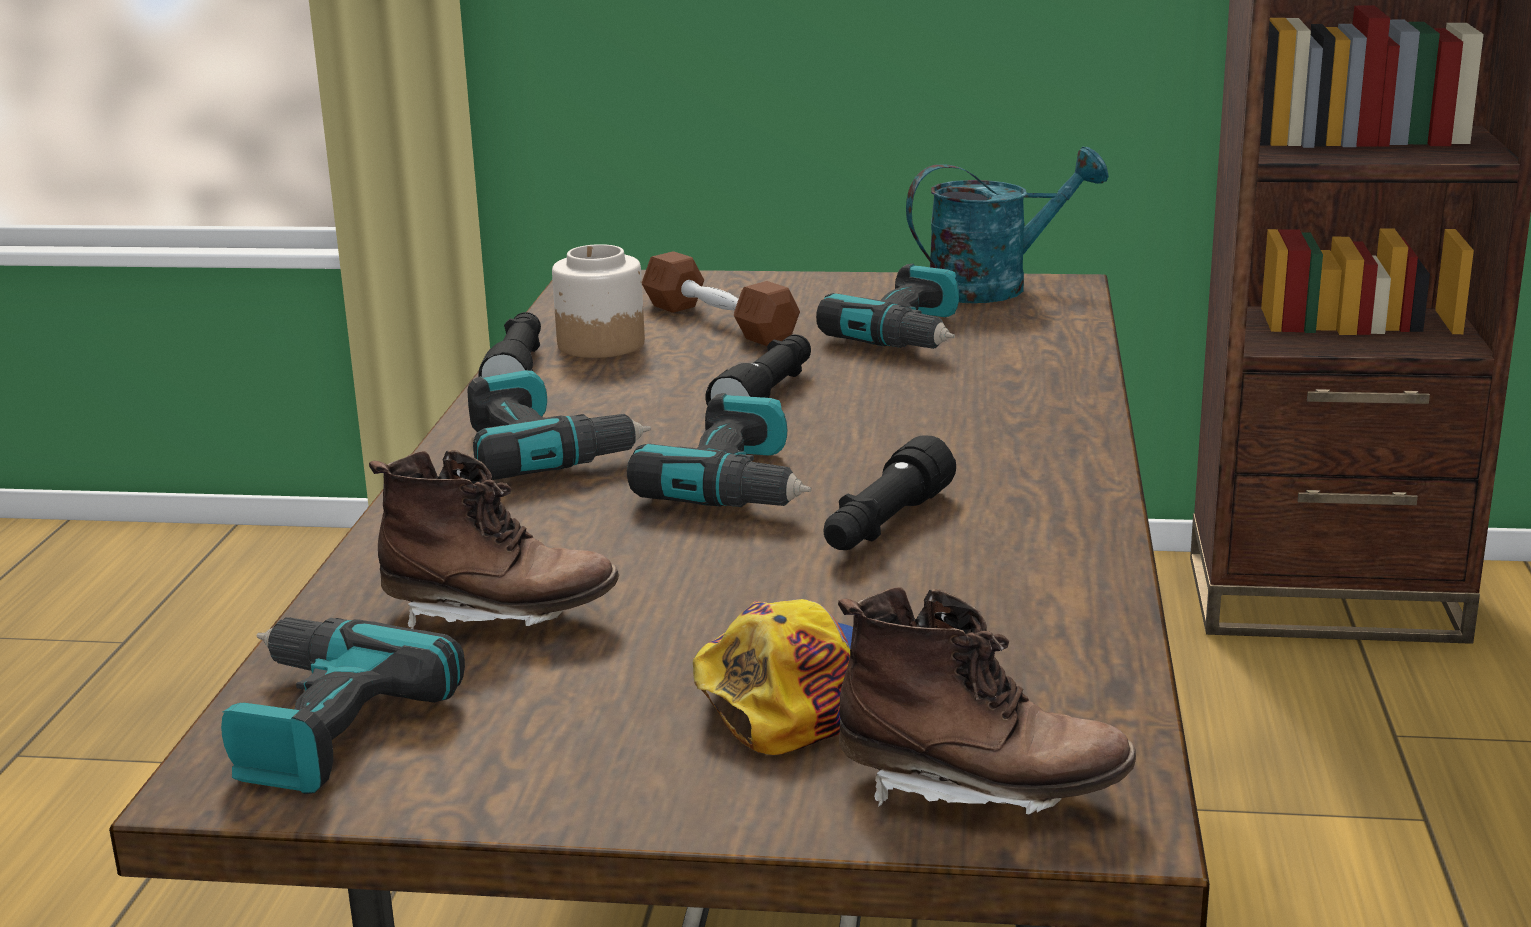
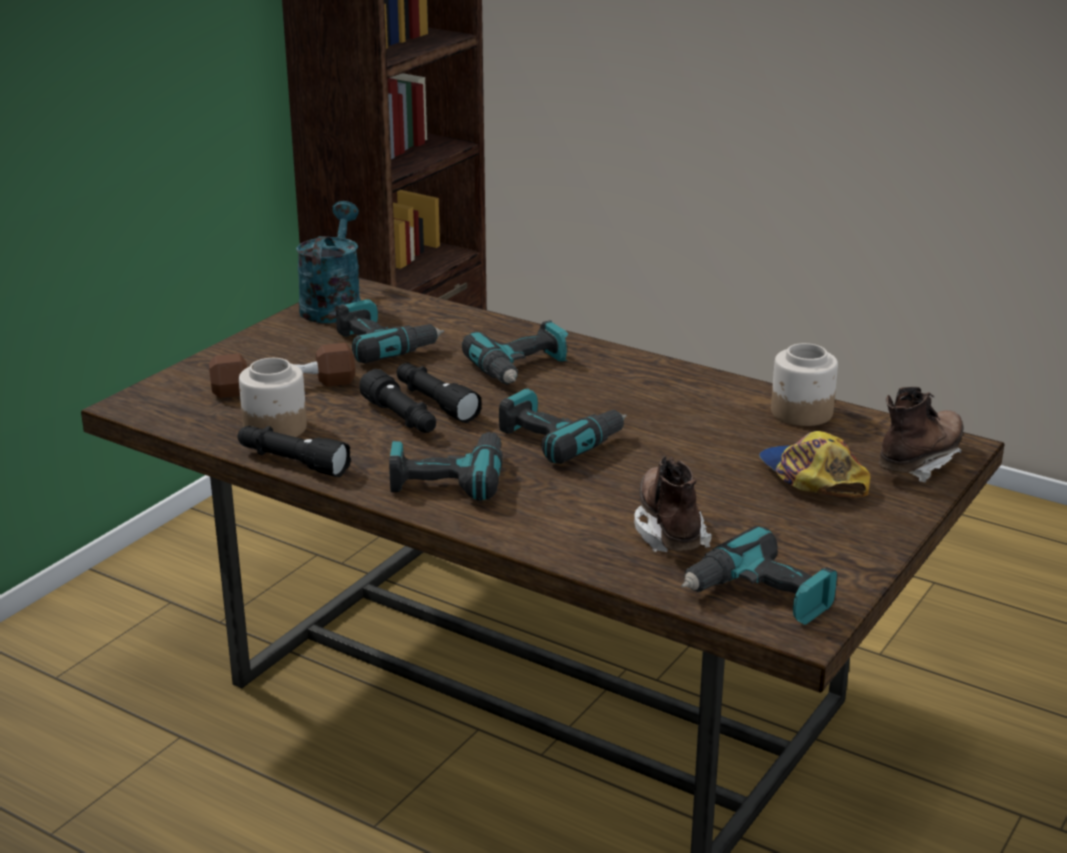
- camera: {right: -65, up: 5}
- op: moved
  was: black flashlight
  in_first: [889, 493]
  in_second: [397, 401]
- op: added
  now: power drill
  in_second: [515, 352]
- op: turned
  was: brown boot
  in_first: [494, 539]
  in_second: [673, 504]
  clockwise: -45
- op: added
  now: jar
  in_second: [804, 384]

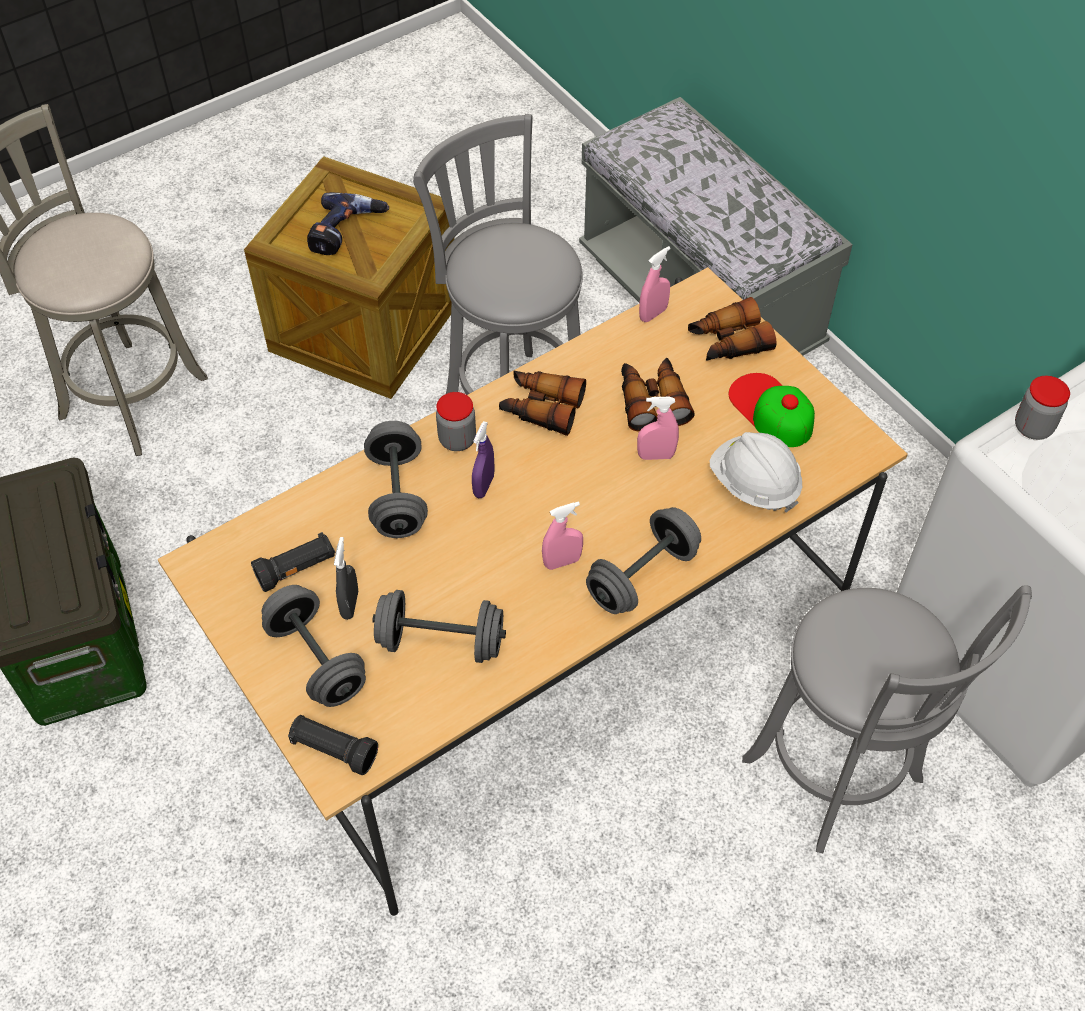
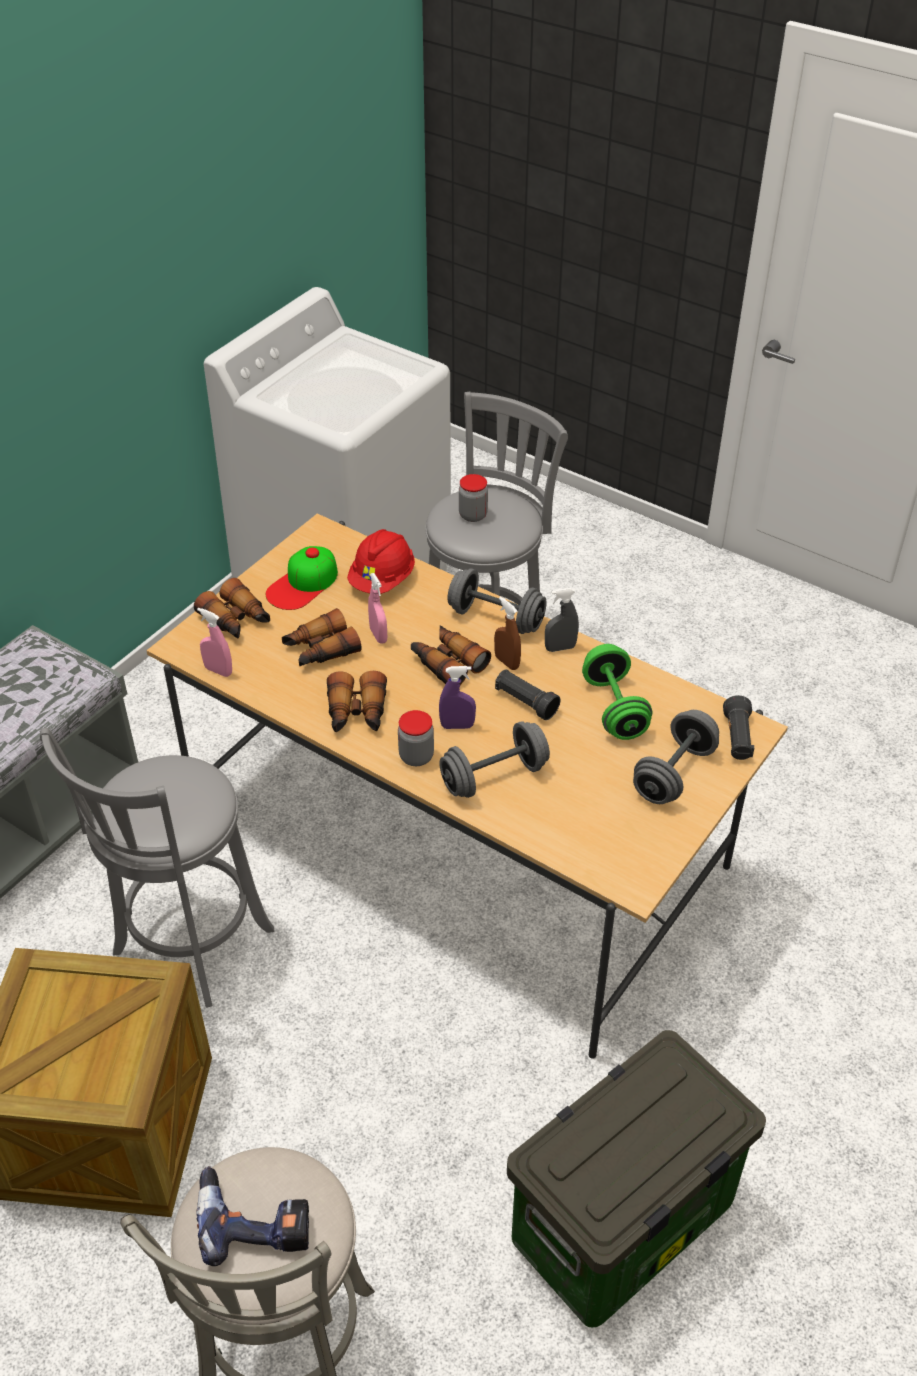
- camera: {right: -110, up: -10}
- op: moved
  was: power drill
  in_first: [348, 223]
  in_second: [252, 1216]
- op: recoloured
  was: white hard hat
  now: red hard hat
  in_first: [756, 472]
  in_second: [381, 561]
- op: added
  now: binoculars
  in_second: [451, 655]
- op: moved
  was: jar
  in_first: [1042, 408]
  in_second: [473, 498]
- op: recoloured
  was: pink spray bottle
  now: brown spray bottle
  in_first: [562, 535]
  in_second: [507, 633]
- op: moved
  was: black flashlight
  in_first: [293, 562]
  in_second: [527, 694]
- op: moved
  was: grey spray bottle
  in_first: [346, 578]
  in_second: [562, 620]
- op: recoloured
  was: grey dumbbell
  now: green dumbbell
  in_first: [439, 626]
  in_second: [617, 692]

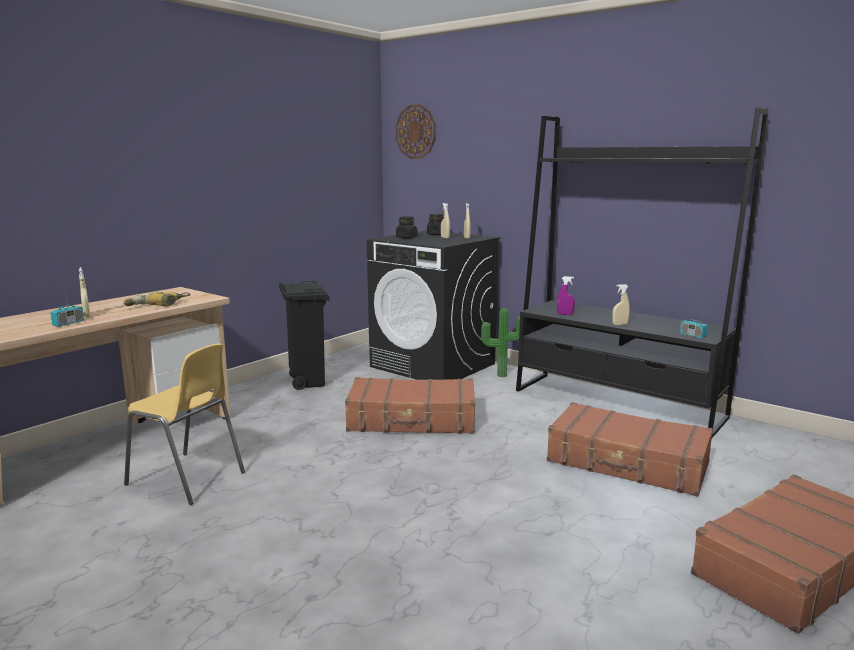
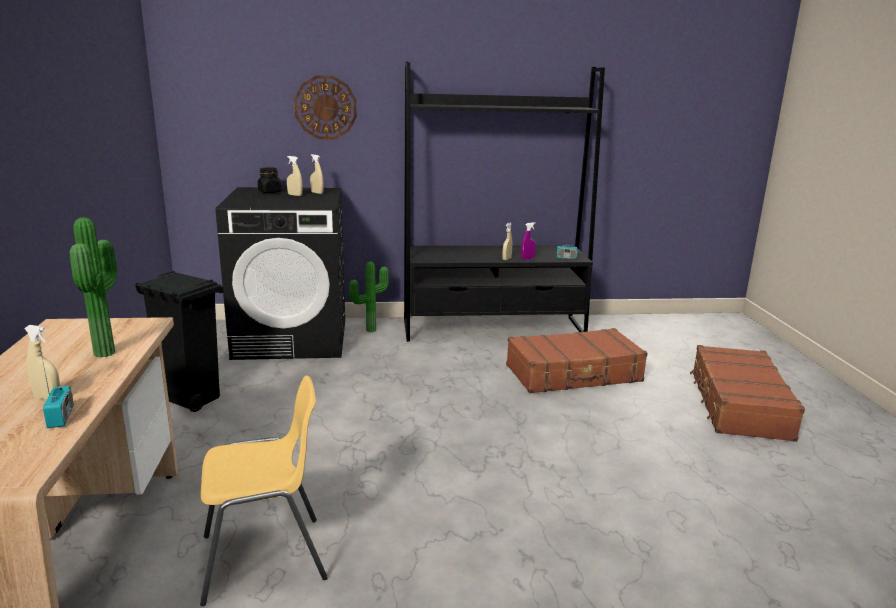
- camera: {right: -45, up: 5}
- op: replaced
  was: power drill
  now: potted plant
  in_first: [156, 299]
  in_second: [93, 287]
- op: moved
  was: wall clock
  in_first: [415, 131]
  in_second: [325, 107]
- op: moved
  was: purple spray bottle
  in_first: [566, 295]
  in_second: [528, 241]
- op: removed
  was: brown suitcase
  in_first: [410, 405]
- op: removed
  was: black jar
  in_first: [407, 227]

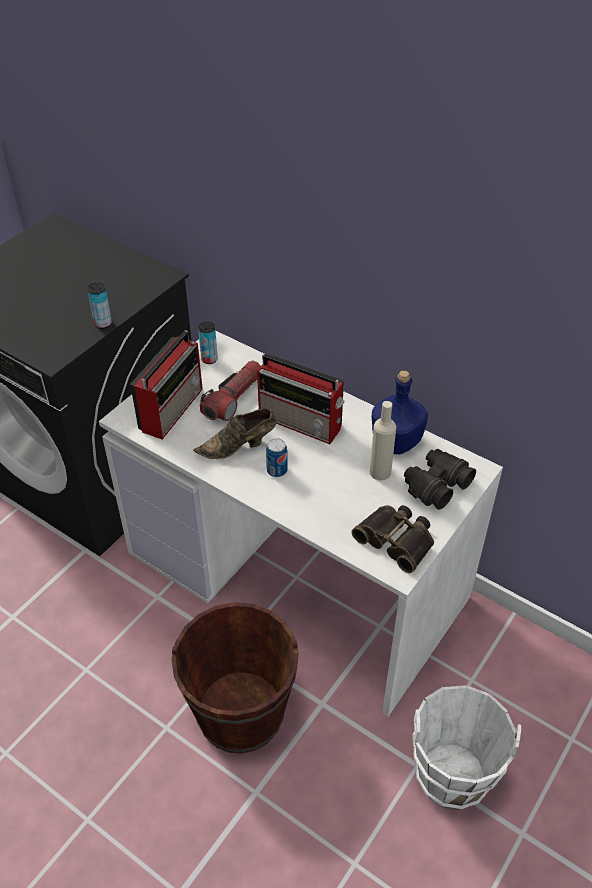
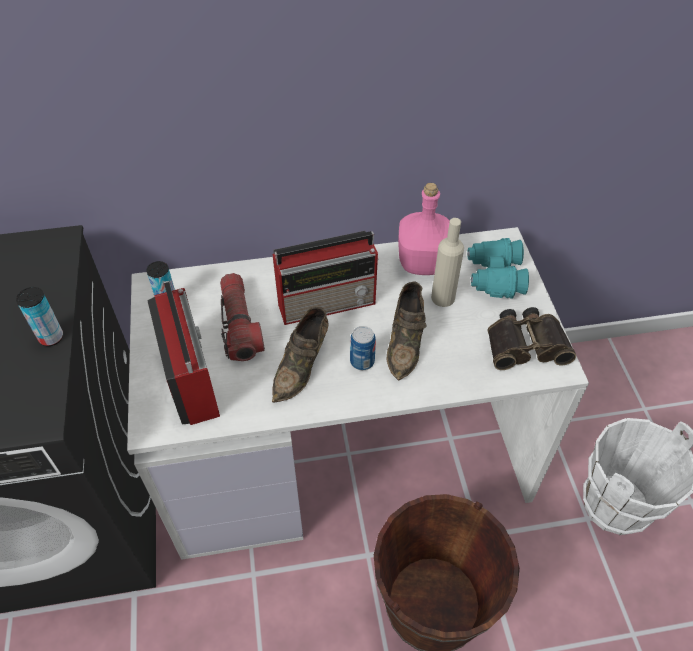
- camera: {right: -45, up: 5}
- op: added
  now: brown shoe
  in_second: [406, 331]
- op: recoloured
  was: blue bottle
  now: pink bottle
  in_first: [400, 412]
  in_second: [424, 229]
- op: recoloured
  was: black binoculars
  now: turquoise binoculars
  in_first: [440, 479]
  in_second: [498, 268]

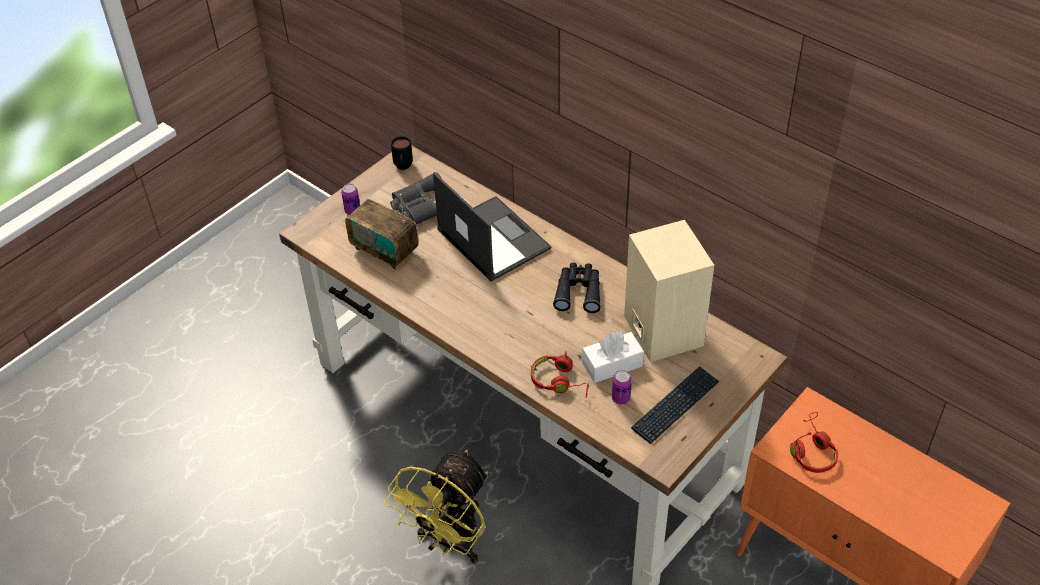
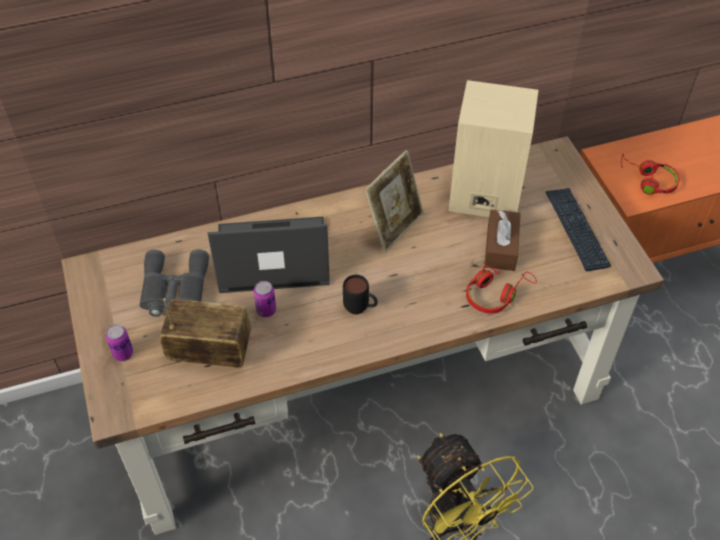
- camera: {right: -60, up: 5}
- op: turned
  was: radio
  in_first: [382, 232]
  in_second: [205, 333]
  clockwise: -150
- op: moved
  was: can
  in_first: [622, 387]
  in_second: [264, 299]
- op: moved
  was: black mug
  in_first: [402, 153]
  in_second: [360, 295]
- op: replaced
  was: black binoculars
  now: picture frame
  in_first: [577, 288]
  in_second: [394, 201]
- op: recoloured
  was: white tissue box
  now: brown tissue box
  in_first: [613, 357]
  in_second: [503, 240]

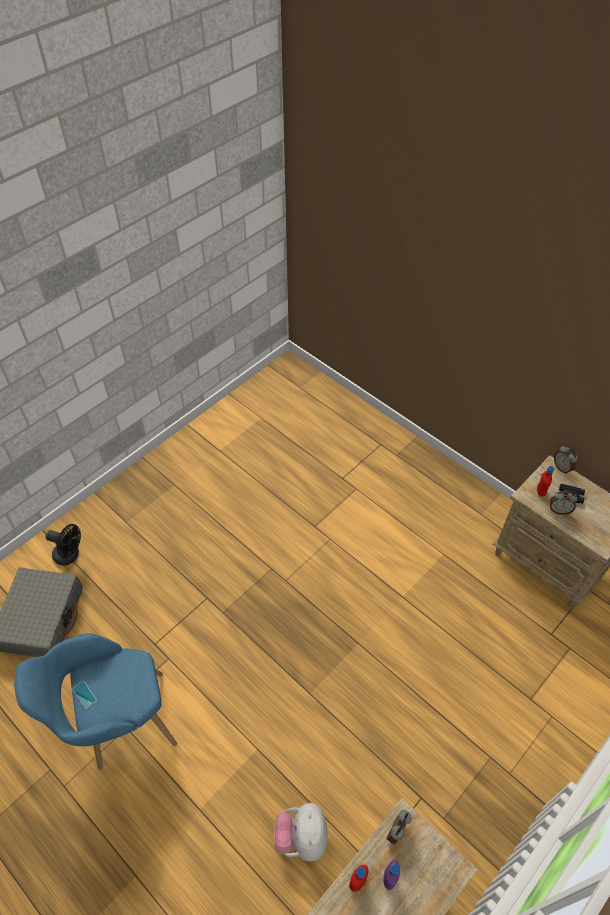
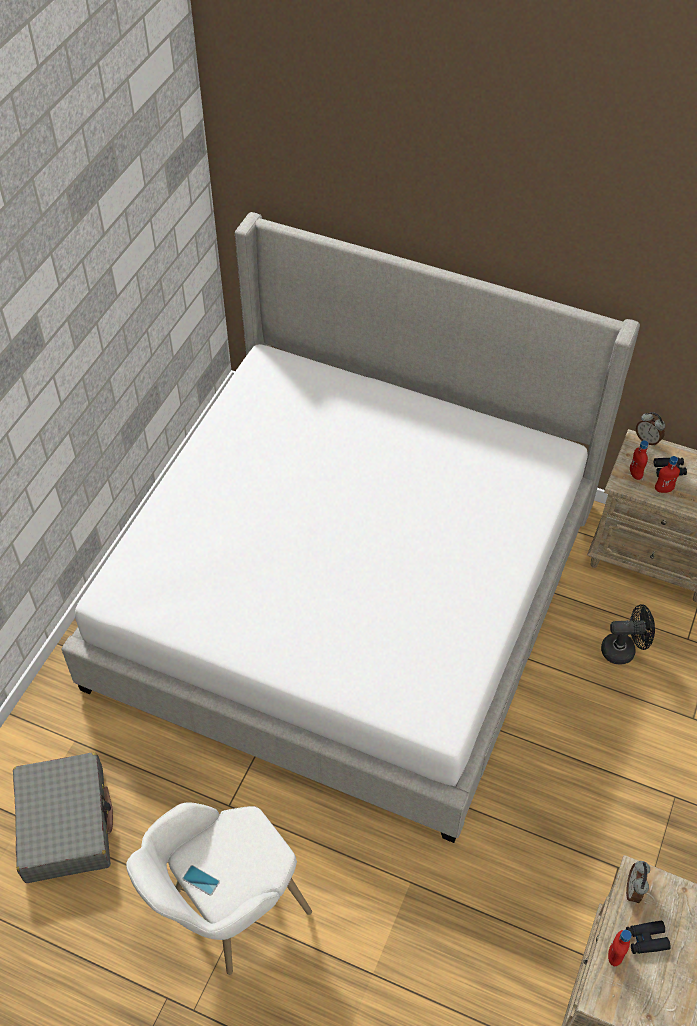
- camera: {right: -20, up: 0}
- op: added
  now: bed
  in_second: [350, 527]
- op: recoloured
  was: blue armchair
  now: white armchair
  in_first: [95, 701]
  in_second: [219, 888]
- op: moved
  was: black fan
  in_first: [63, 544]
  in_second: [628, 634]
- op: replaced
  was: purple bottle
  now: black binoculars
  in_first: [391, 875]
  in_second: [648, 937]
- op: replaced
  was: alarm clock
  now: red bottle
  in_first: [563, 502]
  in_second: [667, 474]
- op: removed
  was: plush toy
  in_first: [301, 832]

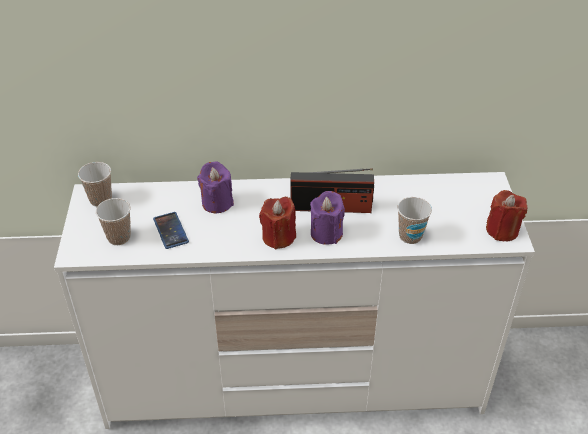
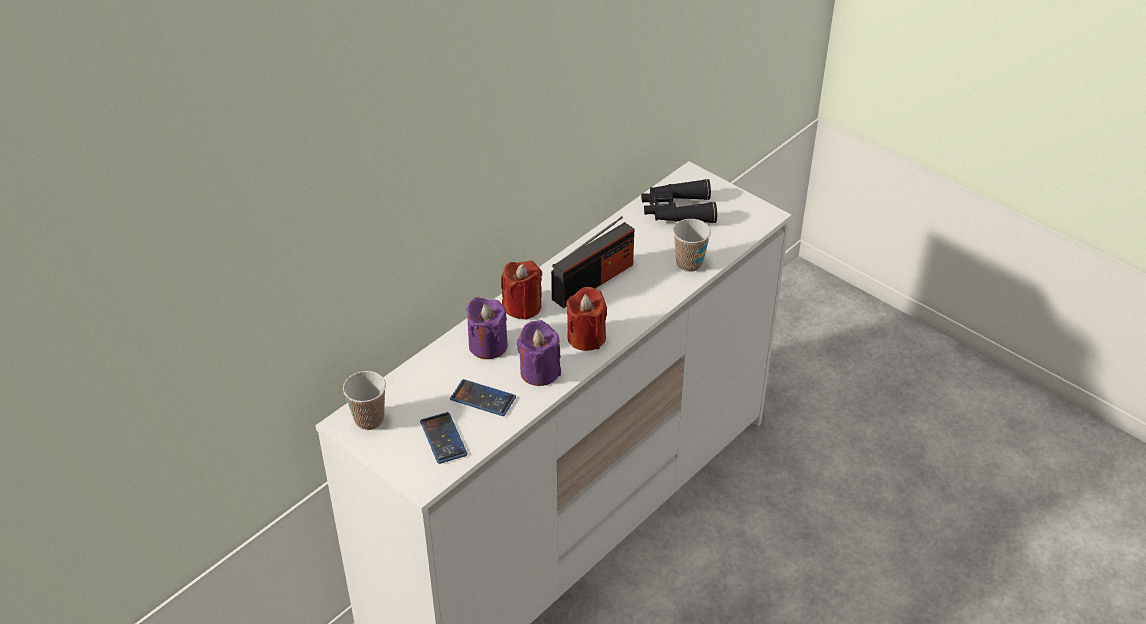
- camera: {right: -45, up: 0}
- op: replaced
  was: cup
  now: phone
  in_first: [113, 221]
  in_second: [444, 438]
- op: moved
  was: red candle
  in_first: [507, 215]
  in_second: [521, 290]
- op: moved
  was: purple candle
  in_first: [327, 218]
  in_second: [539, 353]
- op: added
  now: black binoculars
  in_second: [679, 201]

